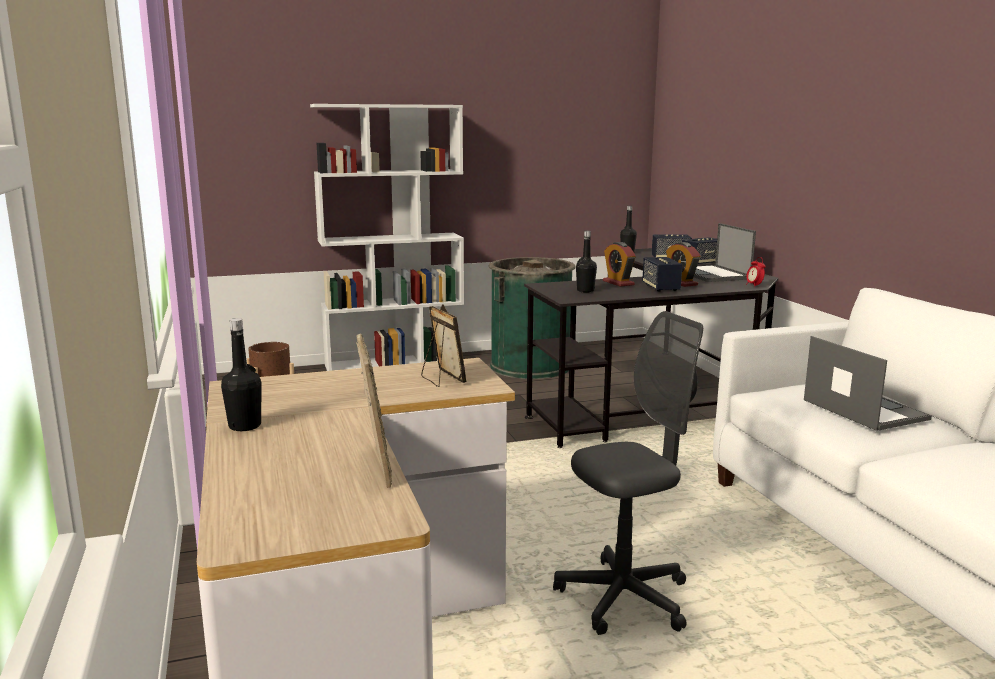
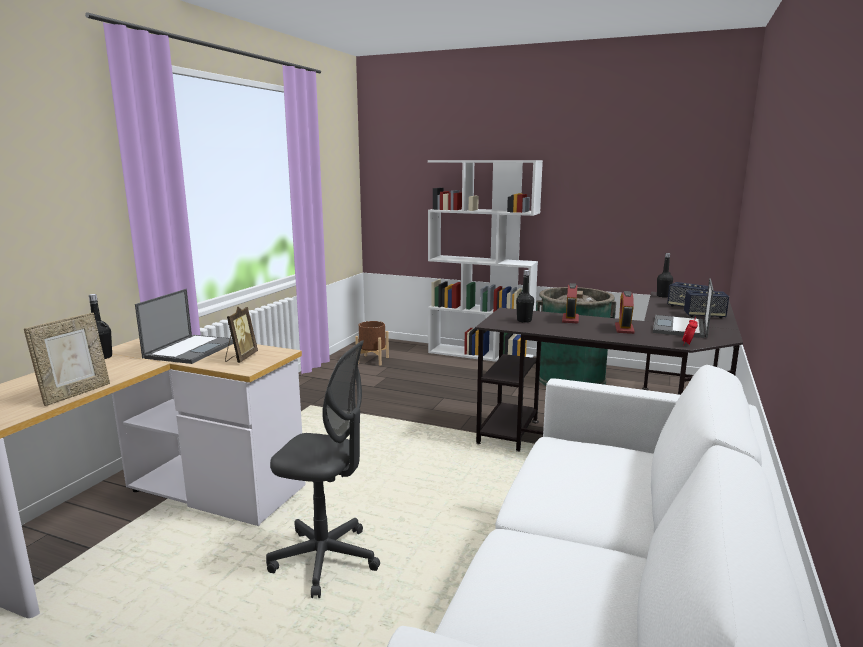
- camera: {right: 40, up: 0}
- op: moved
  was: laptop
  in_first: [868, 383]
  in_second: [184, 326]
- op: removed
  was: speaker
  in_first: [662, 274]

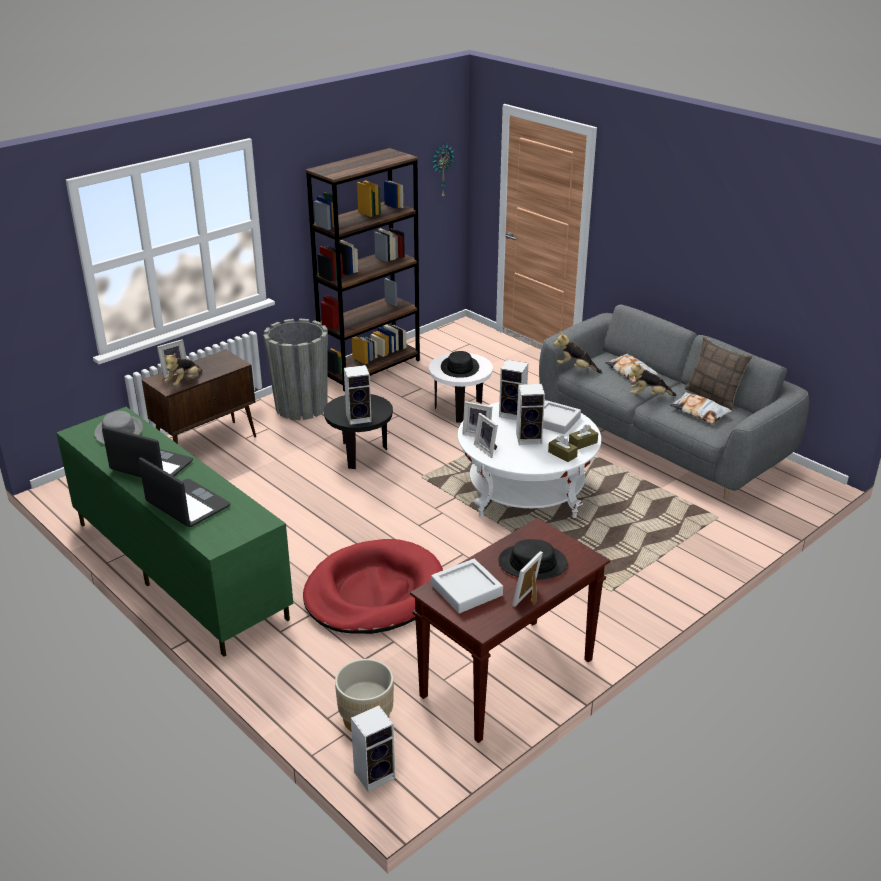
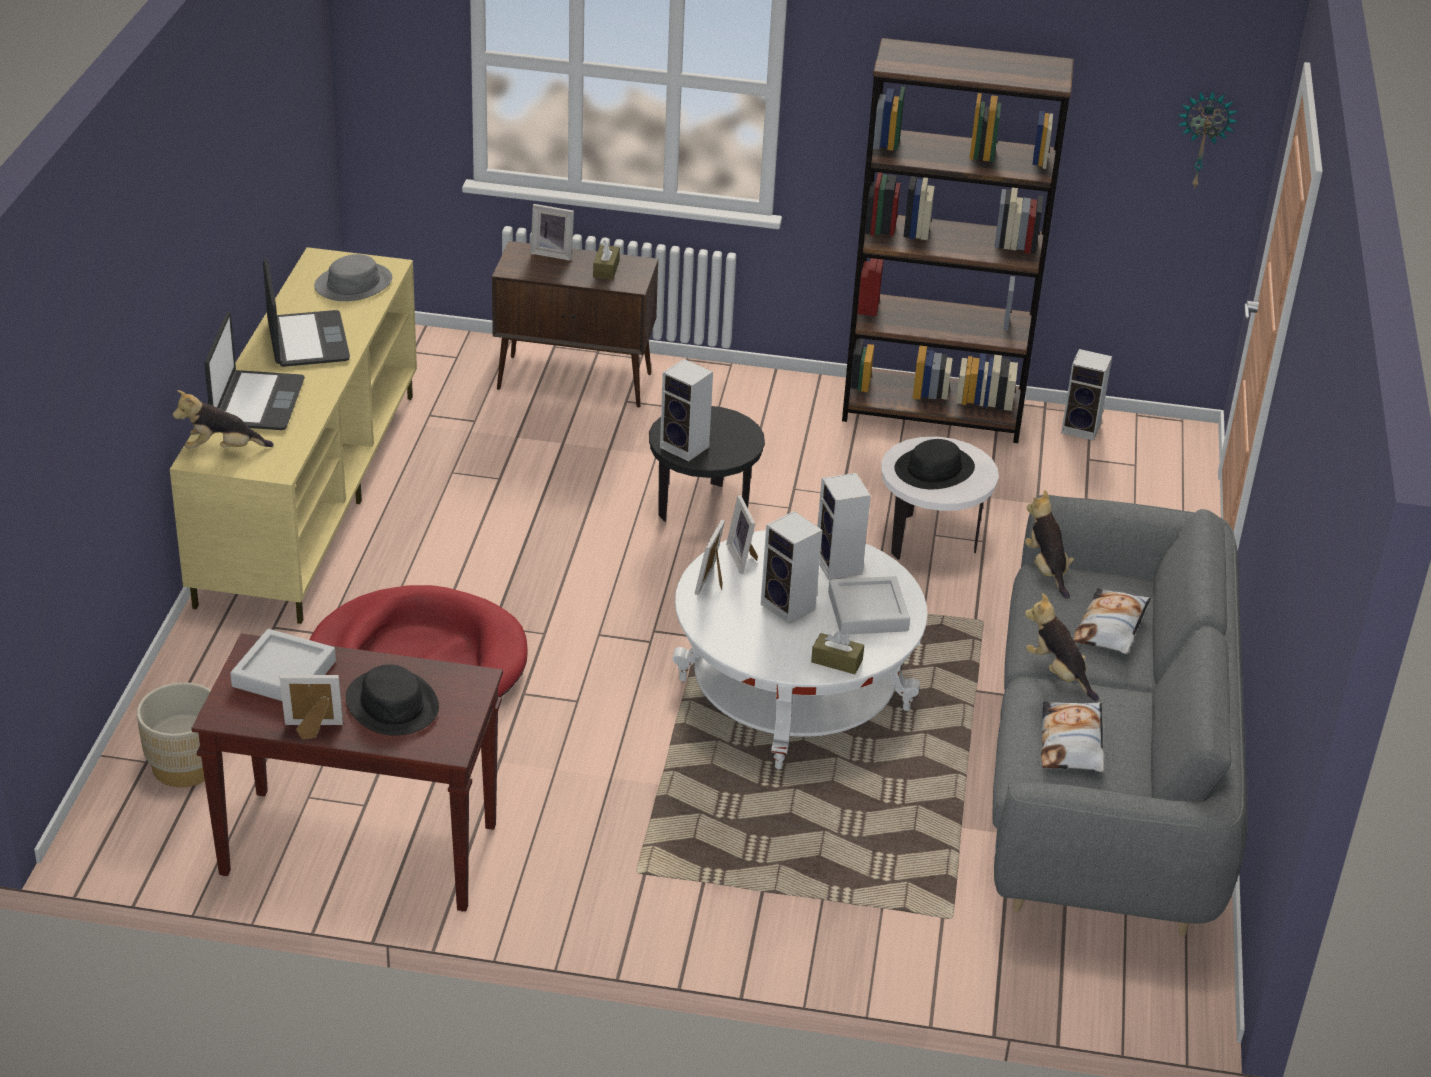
- camera: {right: 50, up: 5}
- op: recoloured
  was: green tv stand
  now: beige tv stand
  in_first: [174, 532]
  in_second: [293, 435]
- op: moved
  was: plush toy
  in_first: [182, 370]
  in_second: [223, 419]
- op: moved
  was: brown tissue box
  in_first: [563, 448]
  in_second: [606, 260]
- op: moved
  was: speaker
  in_first: [373, 749]
  in_second: [1086, 395]
- op: removed
  was: grey planter
  in_first: [295, 369]
- op: removed
  was: pillow
  in_first: [719, 373]

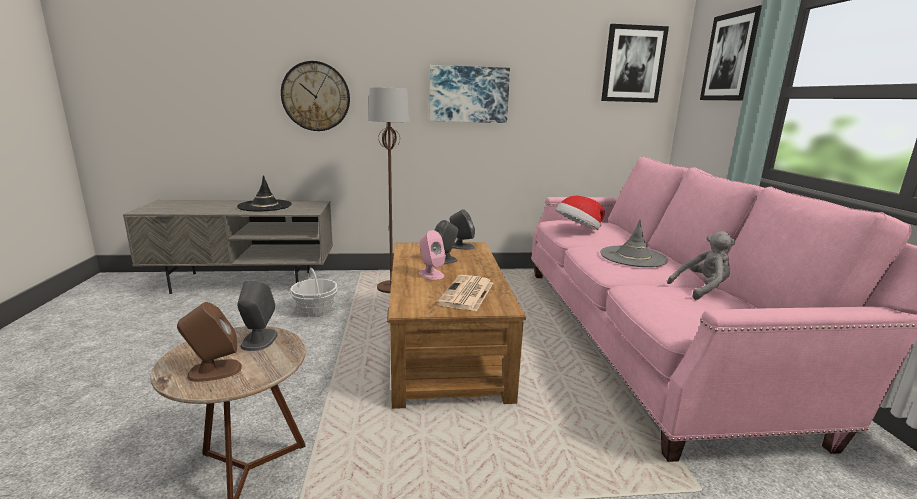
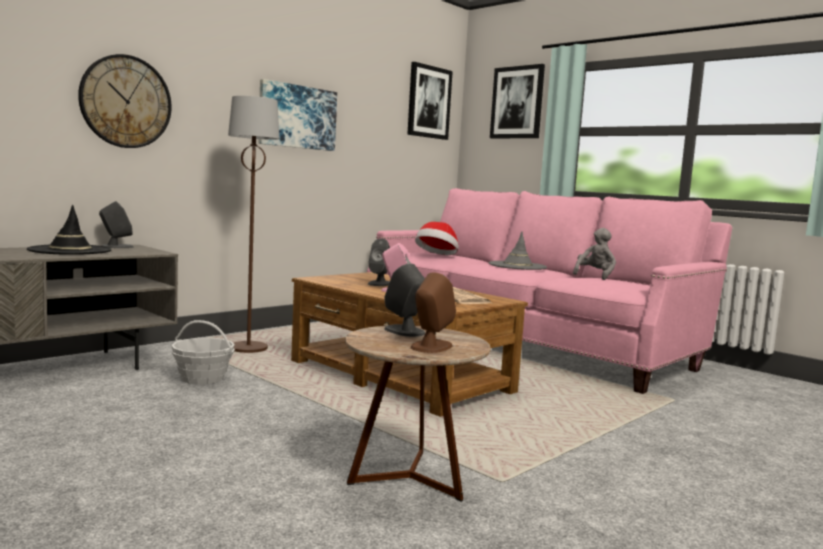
- camera: {right: -40, up: -10}
- op: moved
  was: grey speaker
  in_first: [462, 229]
  in_second: [116, 224]

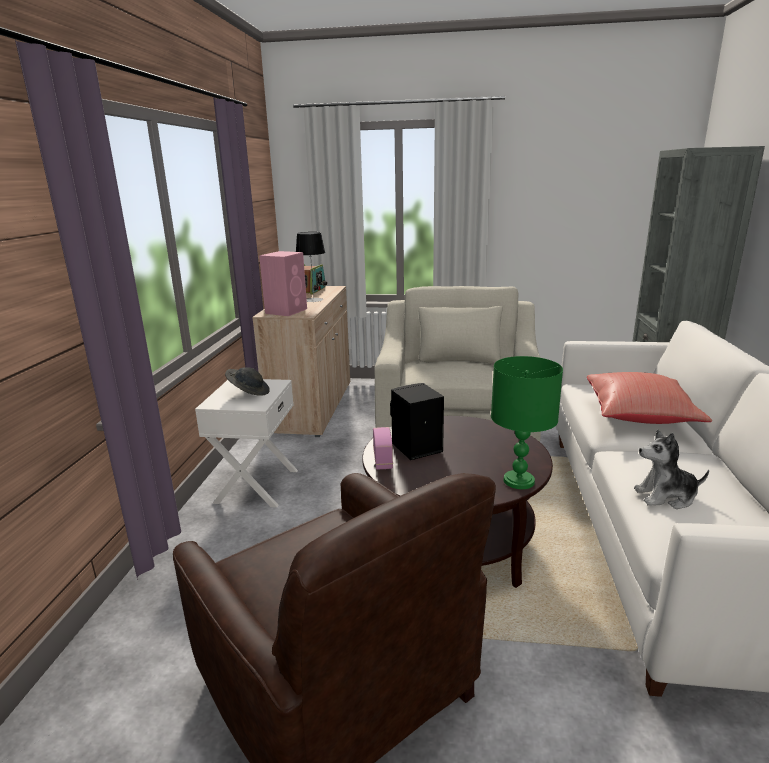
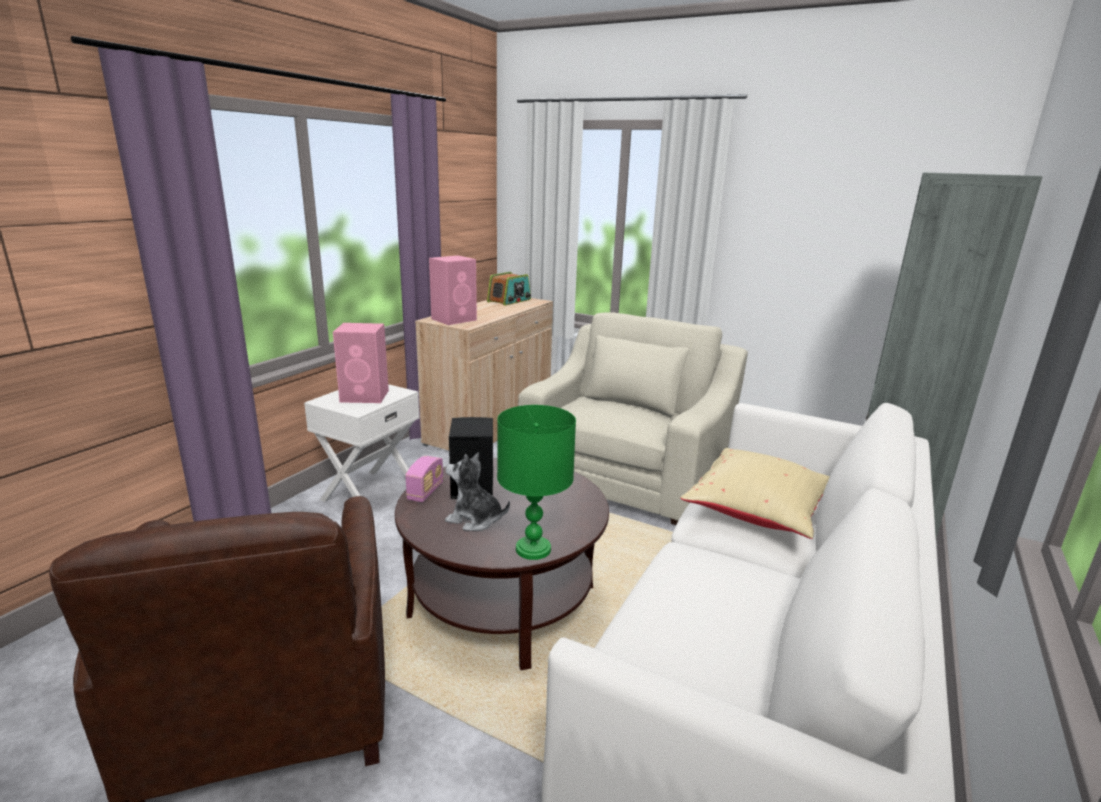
- camera: {right: 20, up: 0}
- op: replaced
  was: grey hat
  now: pink speaker
  in_first: [247, 381]
  in_second: [361, 363]
- op: moved
  was: plush toy
  in_first: [671, 469]
  in_second: [477, 491]
- op: recoloured
  was: red pillow
  now: beige pillow
  in_first: [649, 398]
  in_second: [755, 493]
- op: removed
  was: table lamp
  in_first: [310, 267]

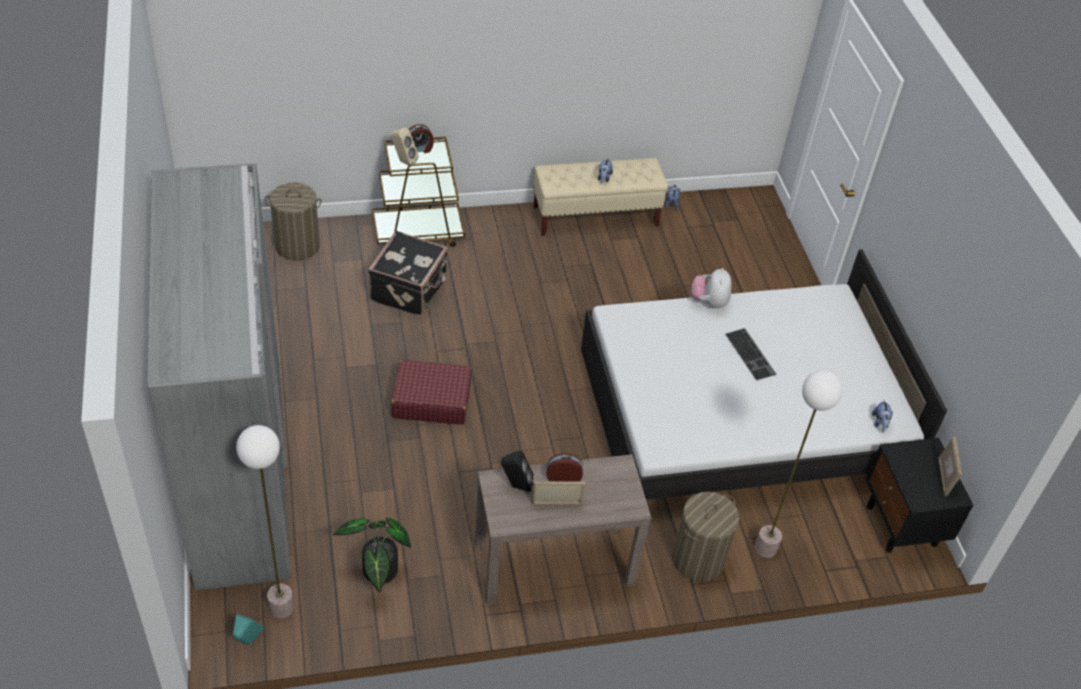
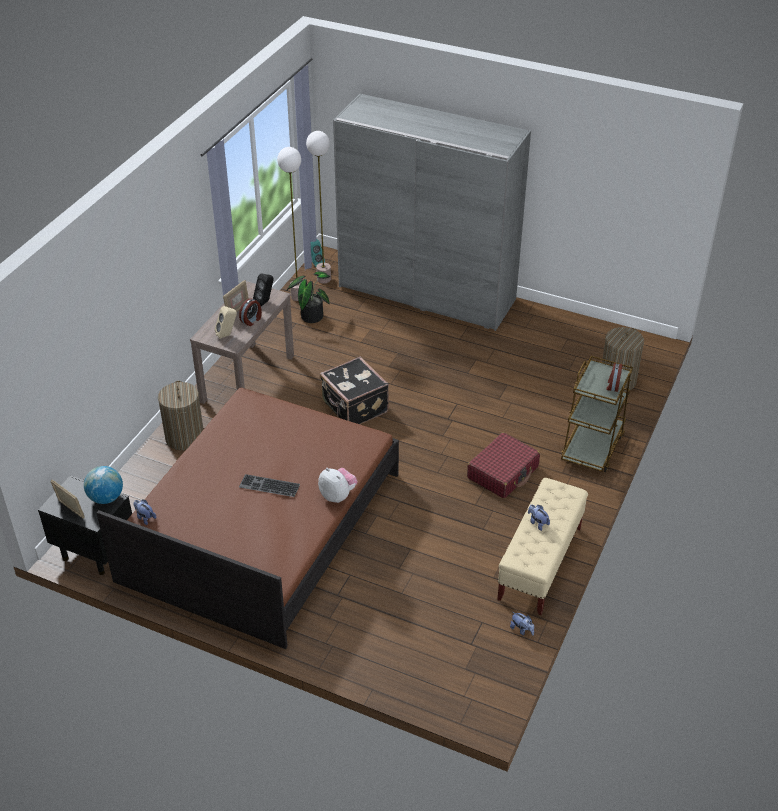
- camera: {right: 130, up: -5}
- op: added
  now: globe
  in_second: [103, 485]
- op: recoloured
  was: white bed
  now: brown bed
  in_first: [764, 374]
  in_second: [247, 518]
- op: moved
  was: beige speaker
  in_first: [405, 147]
  in_second: [226, 322]
- op: moved
  was: floor lamp
  in_first: [798, 464]
  in_second: [289, 224]
- op: moved
  was: black suitcase
  in_first: [408, 273]
  in_second: [354, 390]
- op: moved
  was: red suitcase
  in_first: [431, 392]
  in_second: [503, 465]

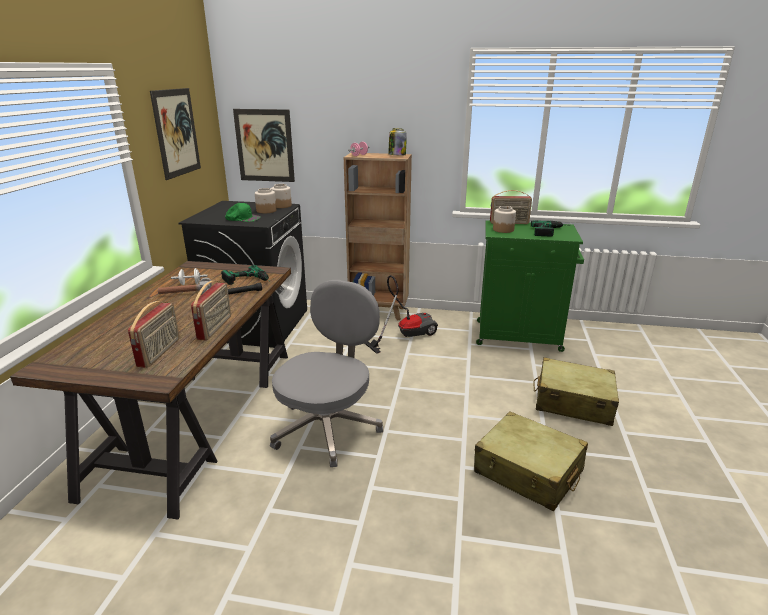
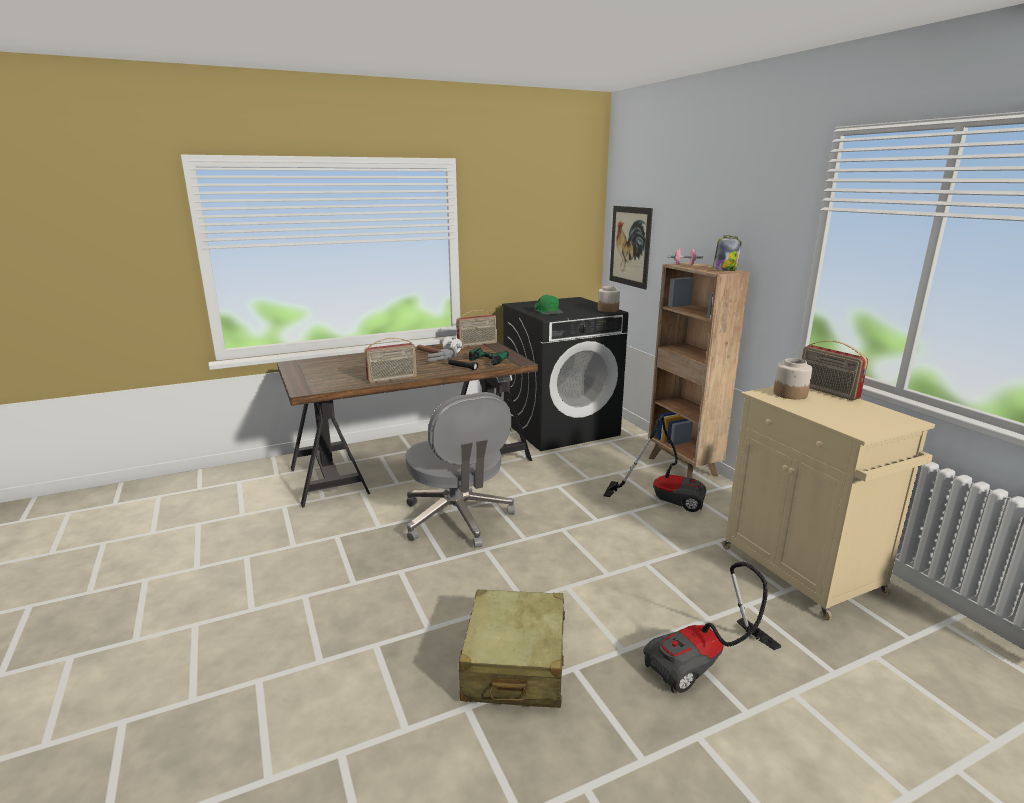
- camera: {right: 55, up: -5}
- op: turned
  was: grey office chair
  in_first: [326, 373]
  in_second: [460, 470]
  clockwise: 75
- op: moved
  was: radio
  in_first: [154, 334]
  in_second: [476, 328]
- op: replaced
  was: beige suitcase
  now: vacuum cleaner
  in_first: [576, 391]
  in_second: [712, 627]
- op: recoloured
  was: green cabinet
  now: beige cabinet
  in_first: [530, 286]
  in_second: [828, 503]
- op: removed
  was: picture
  in_first: [175, 134]
- op: removed
  was: jar
  in_first: [266, 200]
- op: removed
  was: power drill
  in_first: [547, 228]

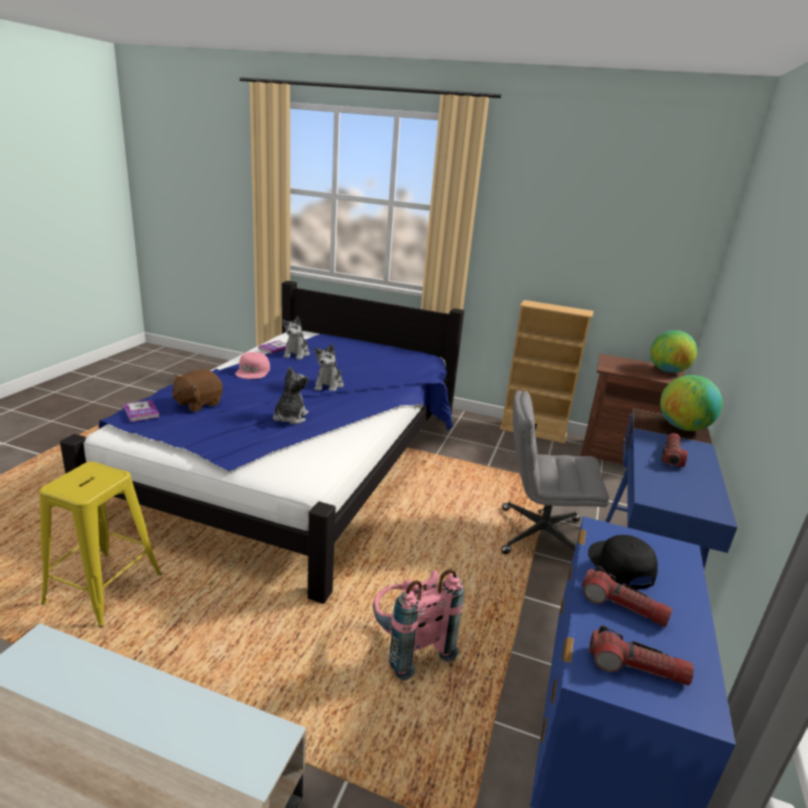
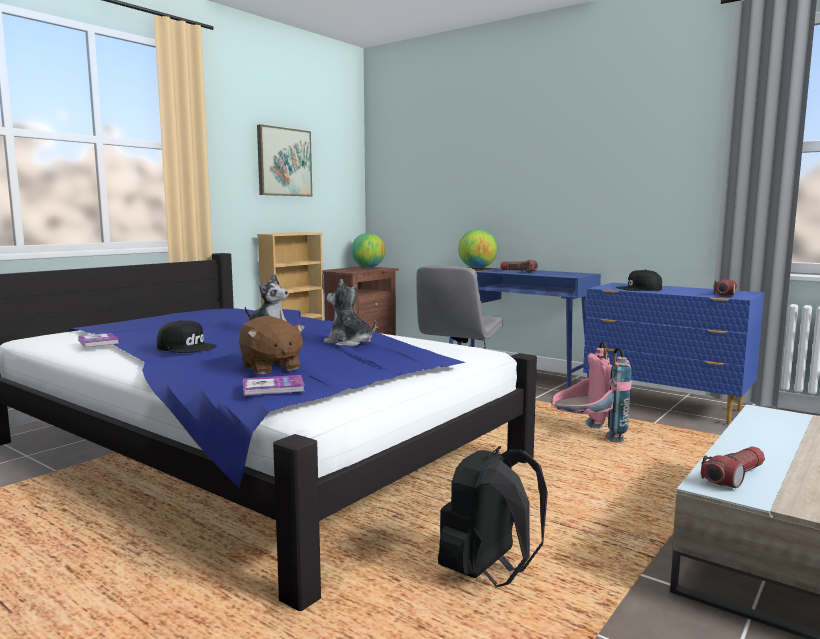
- camera: {right: -70, up: -15}
- op: recoloured
  was: pink cap
  now: black cap
  in_first: [252, 365]
  in_second: [187, 336]
- op: added
  now: picture
  in_second: [284, 160]
- op: replaced
  was: yellow stool
  now: black backpack
  in_first: [100, 544]
  in_second: [493, 516]
- op: moved
  was: flashlight
  in_first: [627, 596]
  in_second: [733, 467]
- op: removed
  was: plush toy
  in_first: [296, 338]

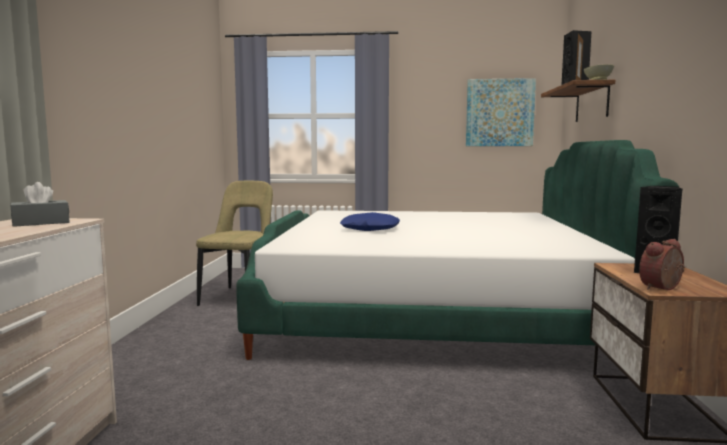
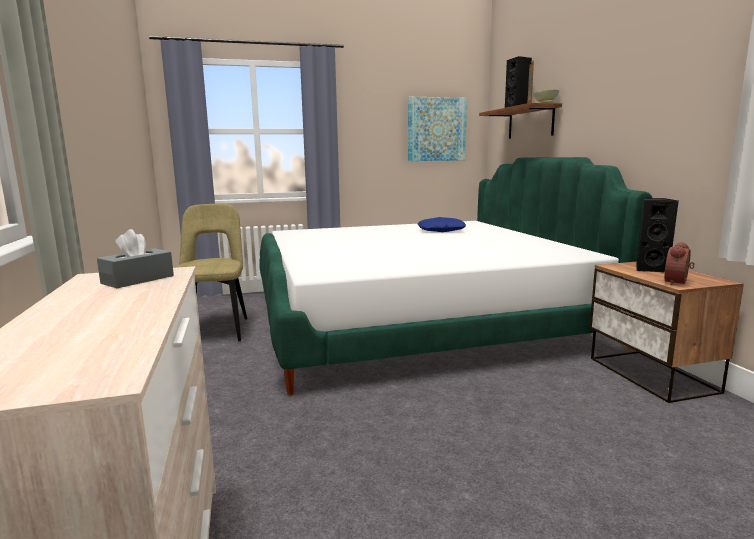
- camera: {right: -20, up: 5}
- op: moved
  was: blue pillow
  in_first: [370, 221]
  in_second: [442, 224]

